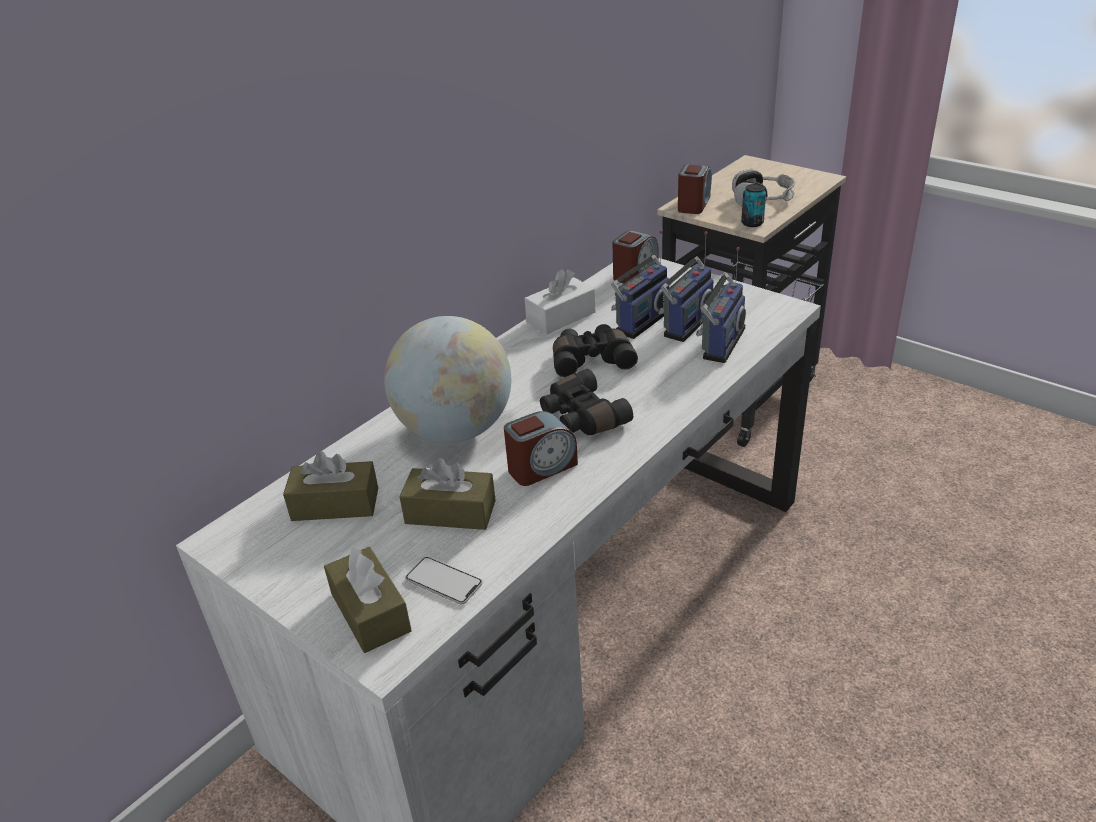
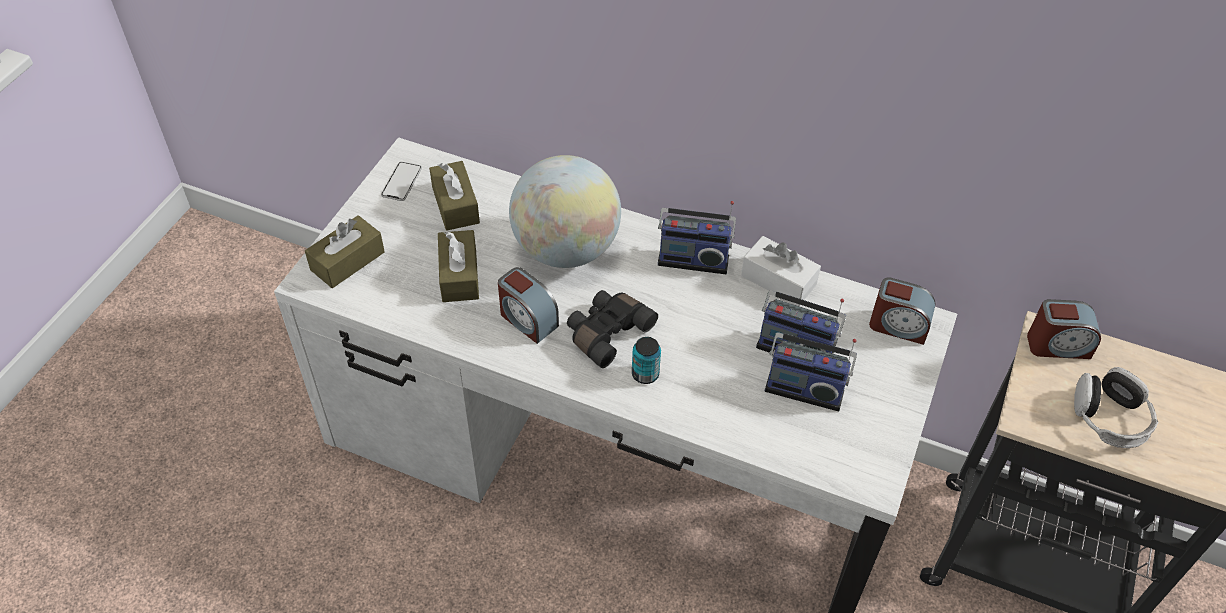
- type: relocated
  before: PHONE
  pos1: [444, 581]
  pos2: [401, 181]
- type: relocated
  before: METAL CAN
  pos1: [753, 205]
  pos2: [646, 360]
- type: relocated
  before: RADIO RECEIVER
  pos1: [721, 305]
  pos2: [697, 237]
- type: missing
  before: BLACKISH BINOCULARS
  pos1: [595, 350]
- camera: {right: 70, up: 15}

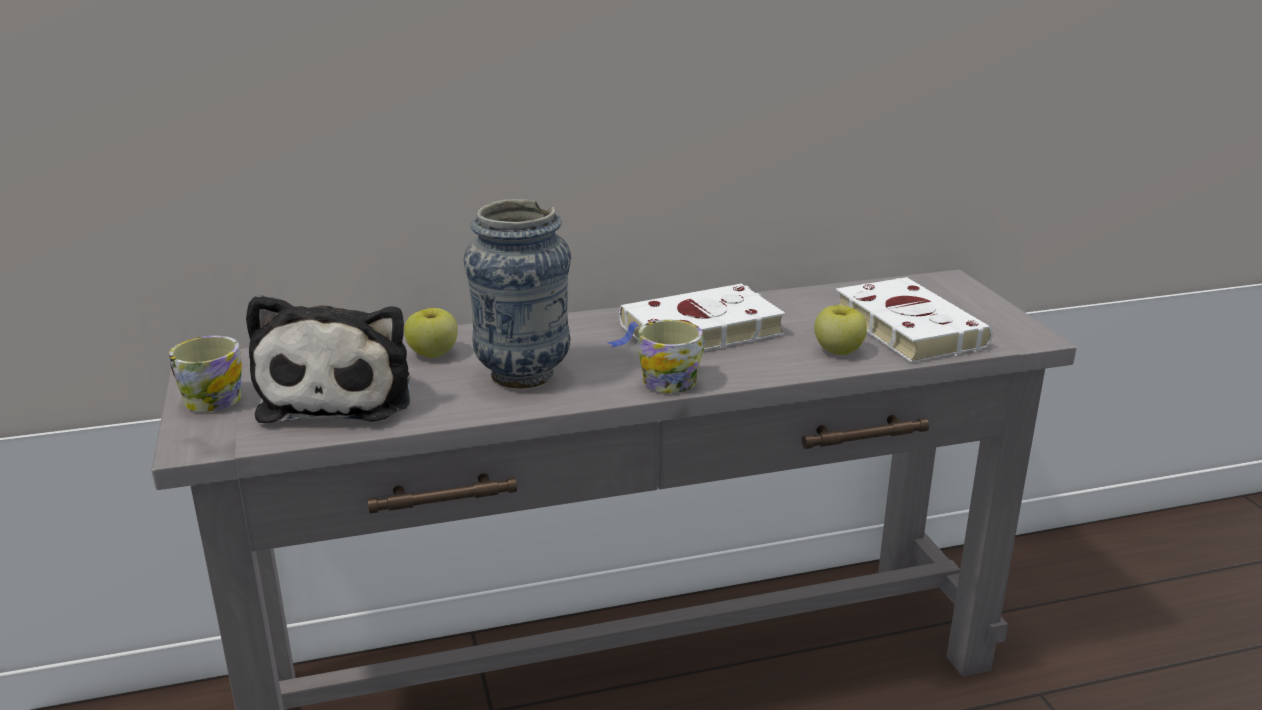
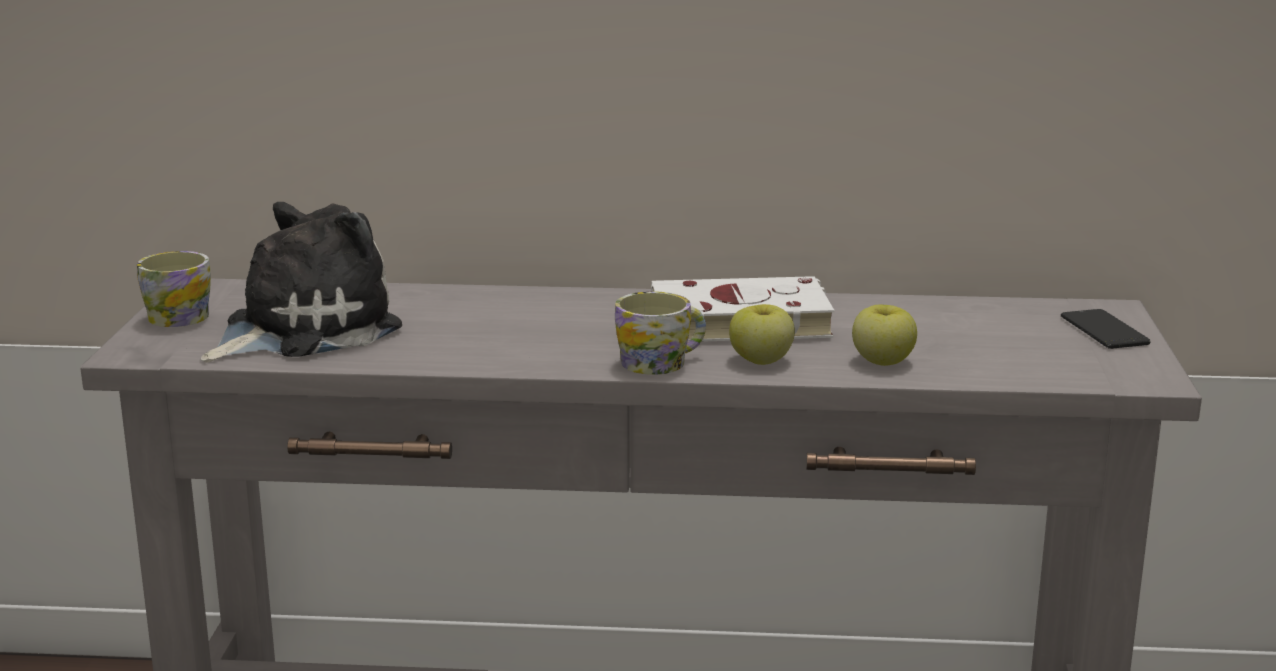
- type: spun
  before: CUDDLY TOY
  pos1: [328, 359]
  pos2: [301, 282]
  turn: -150
- type: relocated
  before: APPLE FRUIT
  pos1: [431, 333]
  pos2: [762, 334]
- type: appeared
  after: PHONE
  pos2: [1106, 329]
- type: missing
  before: VASE
  pos1: [517, 293]
- type: missing
  before: WHITE BOUND BOOK
  pos1: [914, 319]
- camera: {right: 20, up: -5}

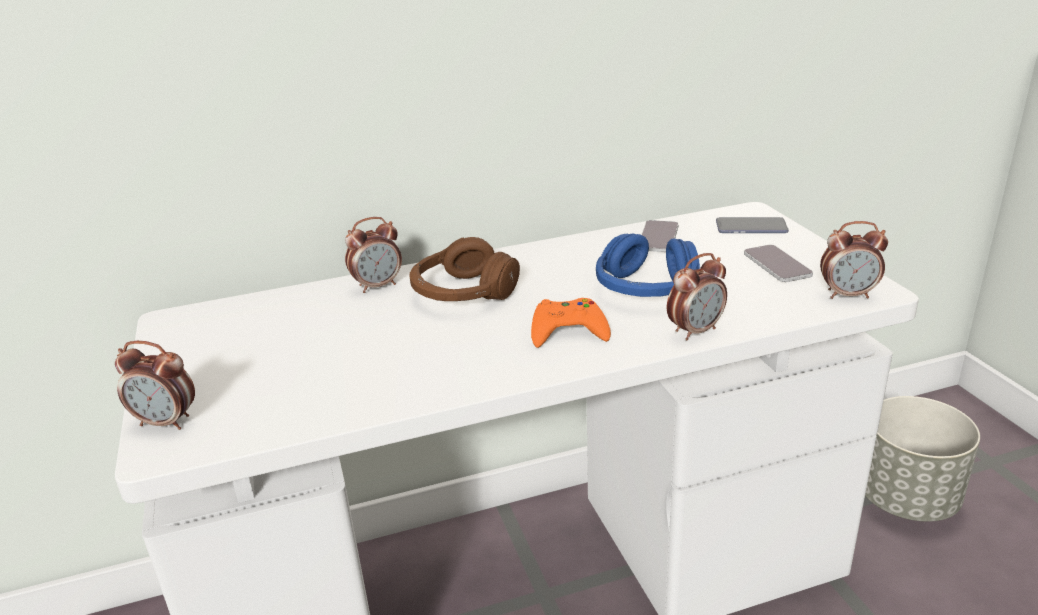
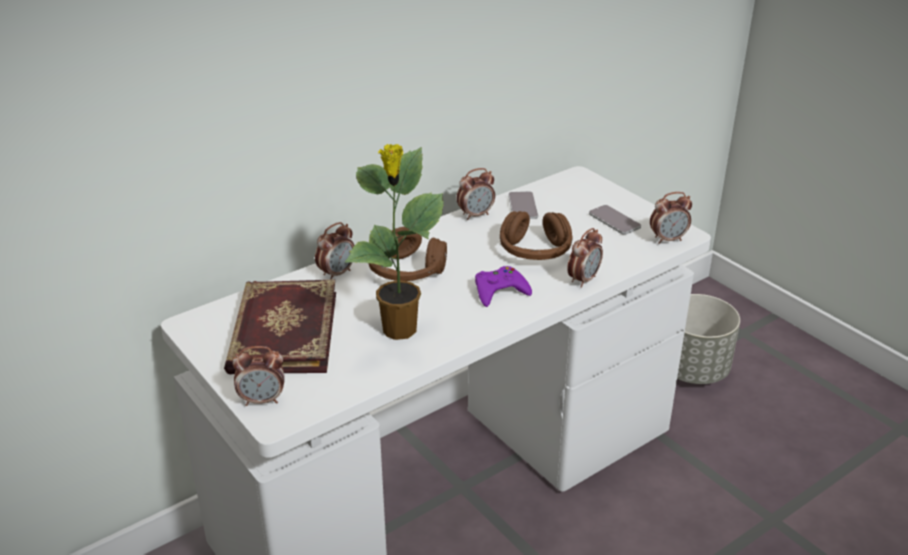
- type: appeared
  after: BOUND BOOK
  pos2: [280, 327]
- type: appeared
  after: POTTED PLANT
  pos2: [394, 242]
- type: appeared
  after: TABLE CLOCK
  pos2: [475, 194]
- type: colour
  before: ORANGE GAME CONTROLLER
  after: PURPLE GAME CONTROLLER
  pos1: [571, 323]
  pos2: [503, 286]
- type: colour
  before: BLUISH HEADSET
  after: BROWN HEADSET
  pos1: [648, 265]
  pos2: [536, 235]
- type: missing
  before: PHONE
  pos1: [752, 225]
- camera: {right: -20, up: 5}

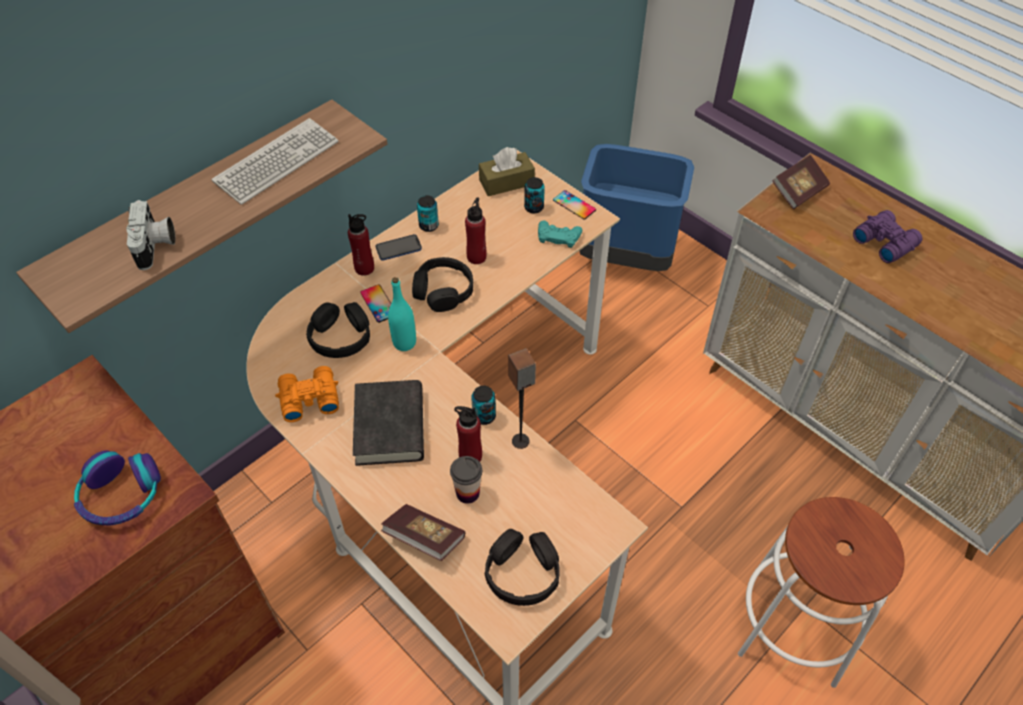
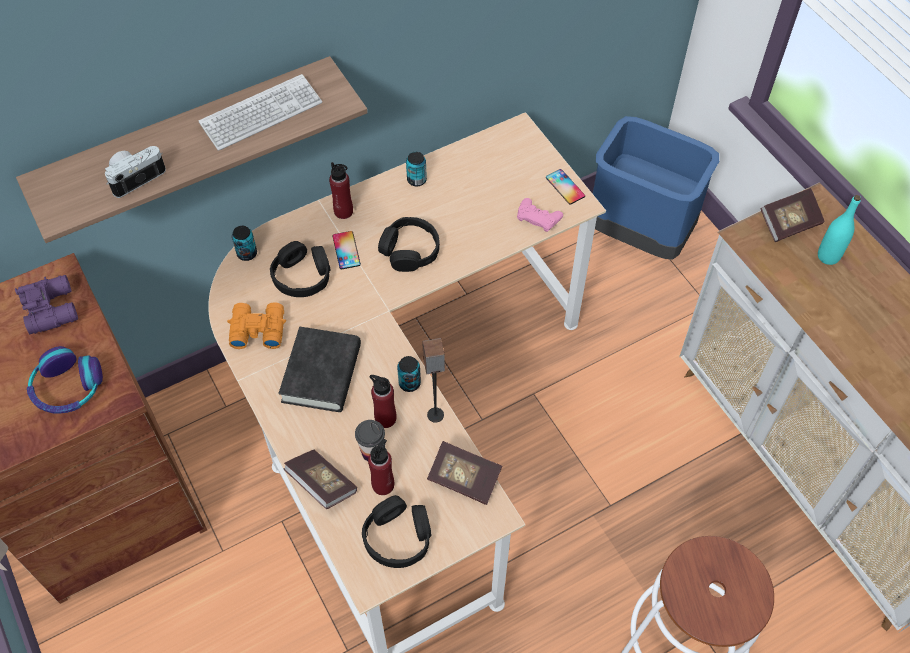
- type: relocated
  before: PURPLE BINOCULARS
  pos1: [888, 236]
  pos2: [46, 304]
- type: spun
  before: STILL CAMERA
  pos1: [150, 235]
  pos2: [135, 172]
  turn: -135
- type: relocated
  before: METAL CAN
  pos1: [534, 195]
  pos2: [244, 243]
- type: relocated
  before: REDDISH DRINK BOTTLE
  pos1: [476, 230]
  pos2: [381, 467]
- type: appeared
  after: BOUND BOOK
  pos2: [464, 473]
- type: colour
  before: BLUE-GREEN GAME CONTROLLER
  after: PINK GAME CONTROLLER
  pos1: [560, 234]
  pos2: [540, 215]
- type: relocated
  before: BLUE-GREEN DRINK BOTTLE
  pos1: [402, 314]
  pos2: [839, 230]
- type: missing
  before: PHONE
  pos1: [398, 247]
- type: missing
  before: BROWN TISSUE HOLDER
  pos1: [507, 171]
- camera: {right: 15, up: 5}

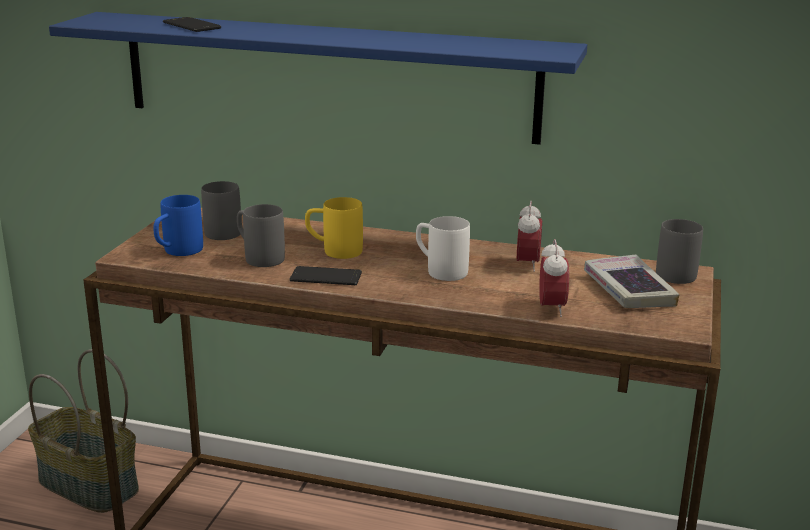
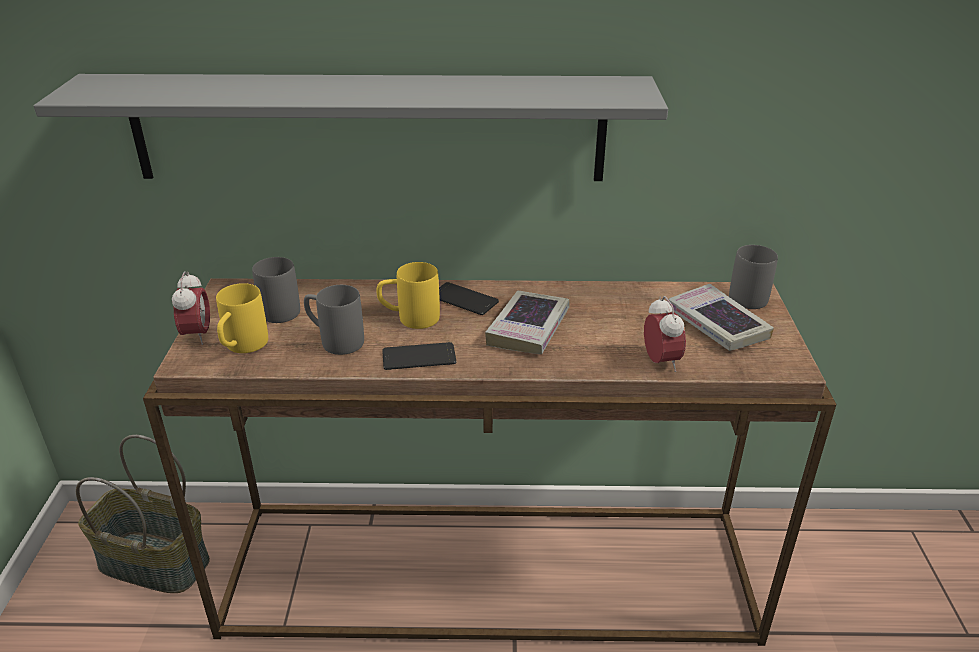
- type: colour
  before: BLUISH WALL SHELF
  after: GREY WALL SHELF
  pos1: [318, 78]
  pos2: [351, 127]
- type: relocated
  before: TABLE CLOCK
  pos1: [529, 236]
  pos2: [191, 308]
- type: colour
  before: BLUISH TEA MUG
  after: YELLOWISH TEA MUG
  pos1: [178, 225]
  pos2: [242, 318]
- type: relocated
  before: PHONE
  pos1: [192, 24]
  pos2: [469, 298]
- type: exchanged
  before: WHITE TEA MUG
  after: BOUND BOOK
  pos1: [443, 248]
  pos2: [527, 322]
- camera: {right: -15, up: 10}

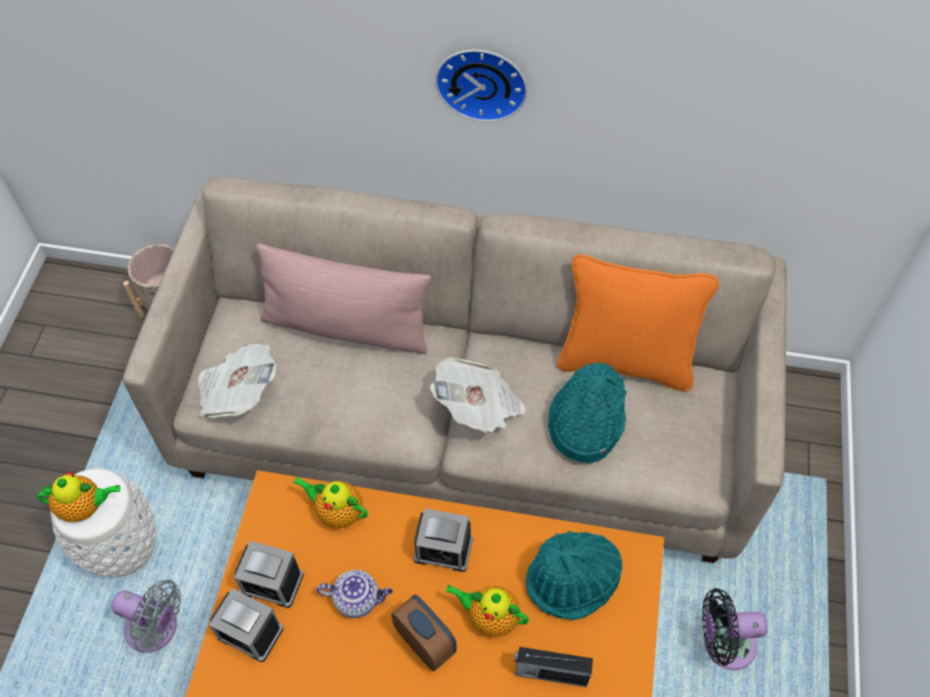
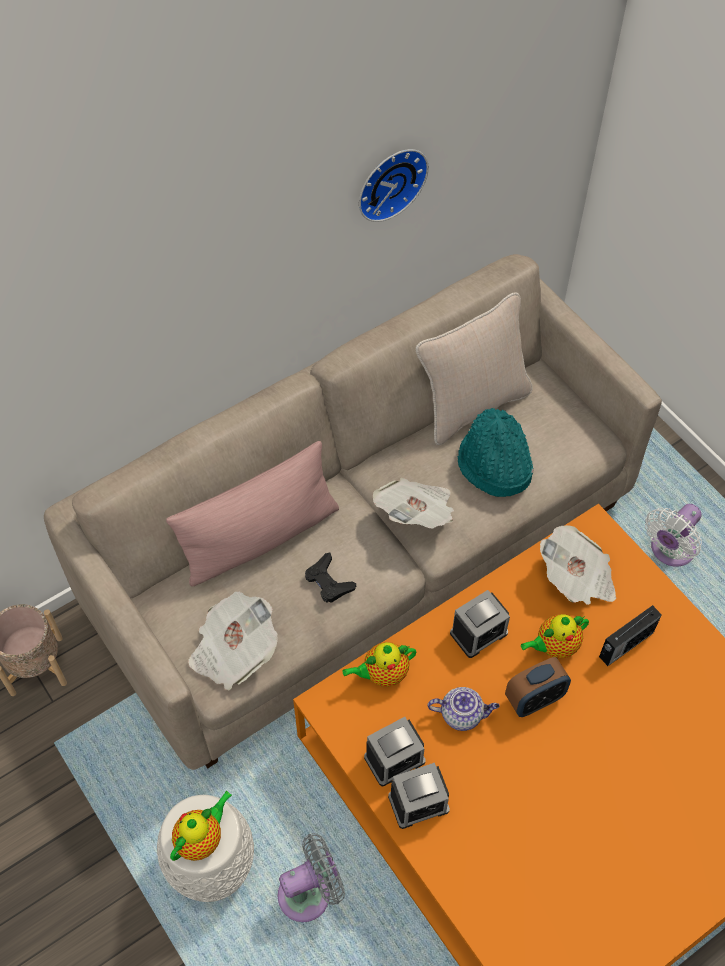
- type: appeared
  after: BLACKISH GAME CONTROLLER
  pos2: [330, 577]
- type: relocated
  before: CLOCK ON THE WALL
  pos1: [481, 86]
  pos2: [394, 185]
- type: colour
  before: ORANGE PILLOW
  after: SAND-COLOURED PILLOW
  pos1: [638, 322]
  pos2: [474, 368]
- type: spun
  before: TEA POT
  pos1: [354, 594]
  pos2: [463, 709]
  turn: 45
- type: spun
  before: TABLE CLOCK
  pos1: [424, 633]
  pos2: [538, 687]
  turn: 150
- type: exchanged
  before: BLUE-GREEN CLOTHING HAT
  after: PRINTED PAPER
  pos1: [573, 575]
  pos2: [578, 565]
- type: colour
  before: BLACKISH ELECTRIC FAN
  after: WHITE ELECTRIC FAN
  pos1: [735, 629]
  pos2: [673, 535]
- camera: {right: -45, up: 0}

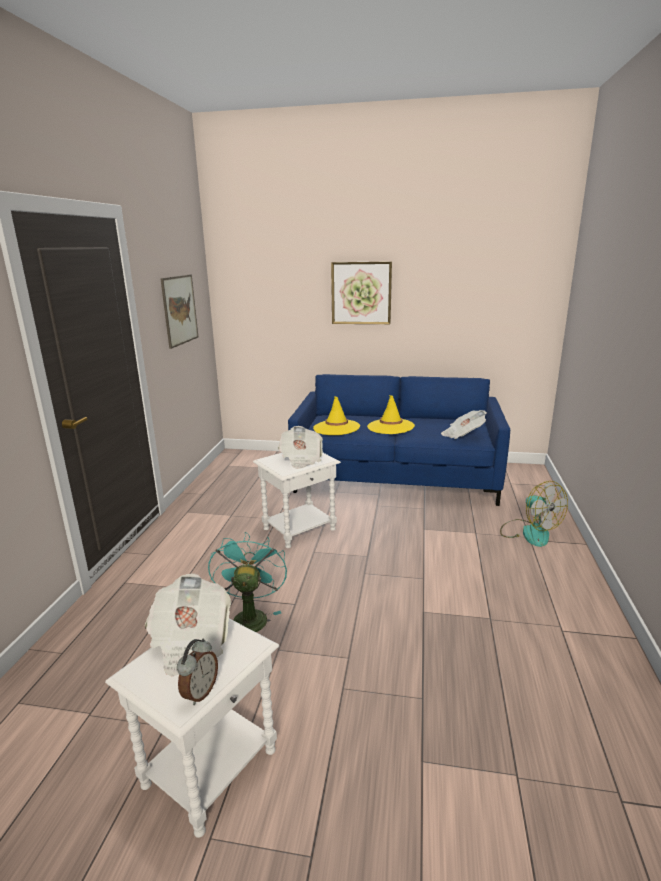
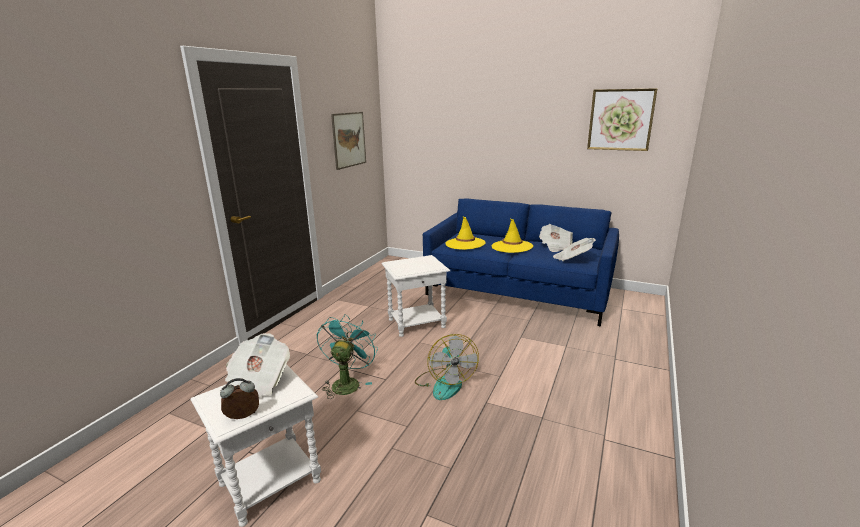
- type: spun
  before: TABLE CLOCK
  pos1: [197, 671]
  pos2: [239, 398]
  turn: -150
- type: relocated
  before: ELECTRIC FAN
  pos1: [534, 514]
  pos2: [447, 367]
- type: relocated
  before: PRINTED PAPER
  pos1: [300, 447]
  pos2: [556, 238]
- type: relocated
  before: WALL ART
  pos1: [361, 292]
  pos2: [622, 119]
- camera: {right: 15, up: 0}

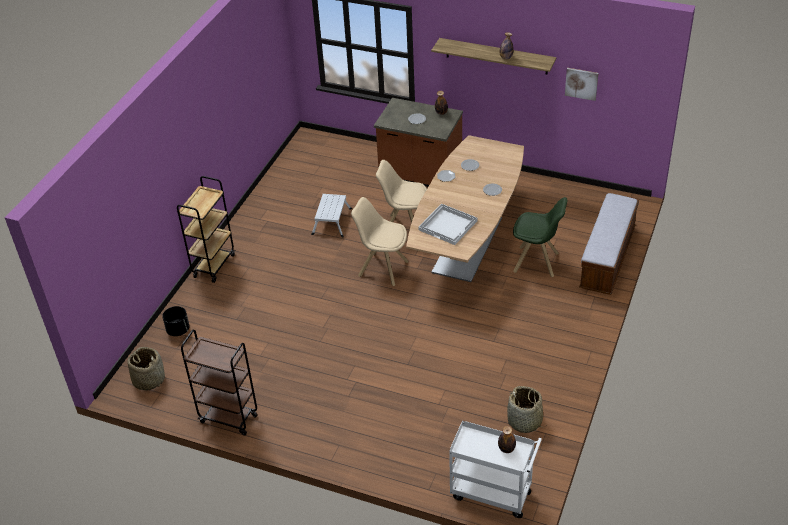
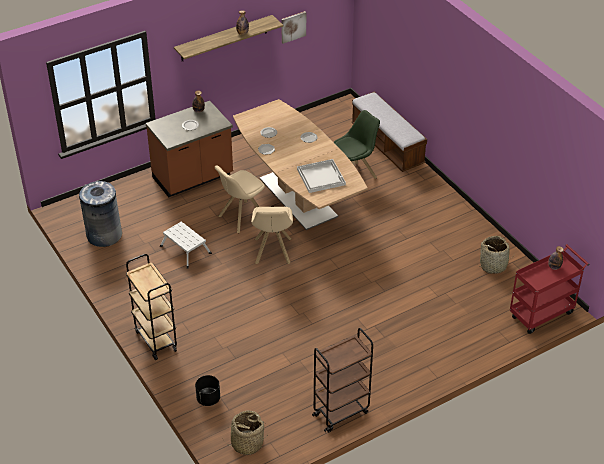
- type: appeared
  after: GREY RUBBISH BIN
  pos2: [100, 214]
- type: spun
  before: SAND-COLOURED CHAIR
  pos1: [380, 241]
  pos2: [272, 235]
  turn: -60
- type: colour
  before: WHITE WHEELED CART
  after: REDDISH WHEELED CART
  pos1: [495, 469]
  pos2: [549, 289]
- camera: {right: -55, up: 0}

